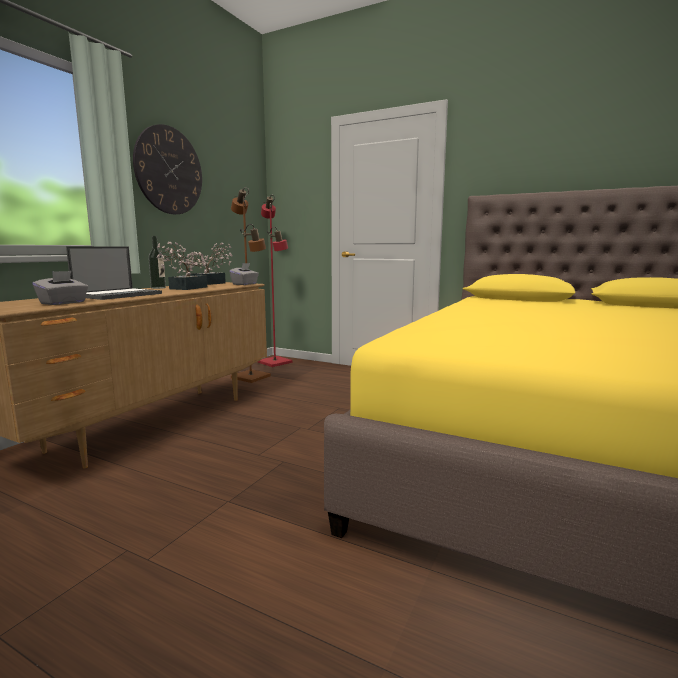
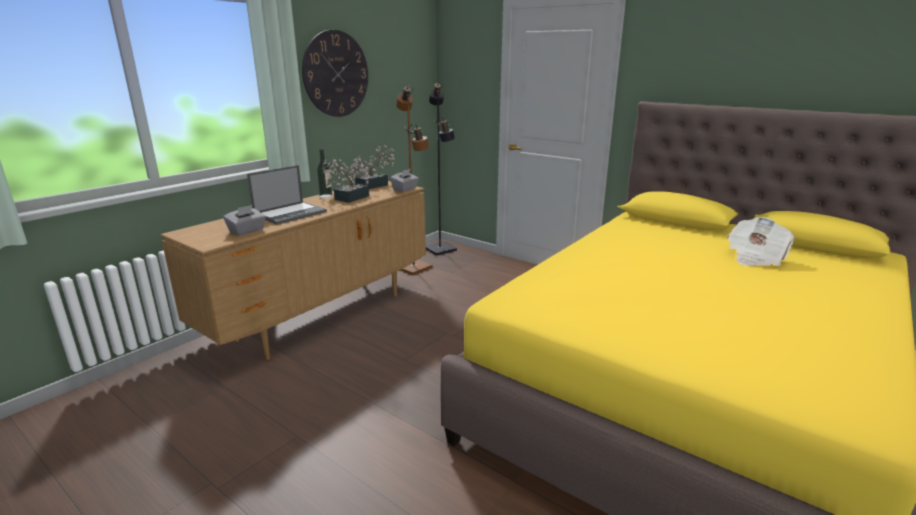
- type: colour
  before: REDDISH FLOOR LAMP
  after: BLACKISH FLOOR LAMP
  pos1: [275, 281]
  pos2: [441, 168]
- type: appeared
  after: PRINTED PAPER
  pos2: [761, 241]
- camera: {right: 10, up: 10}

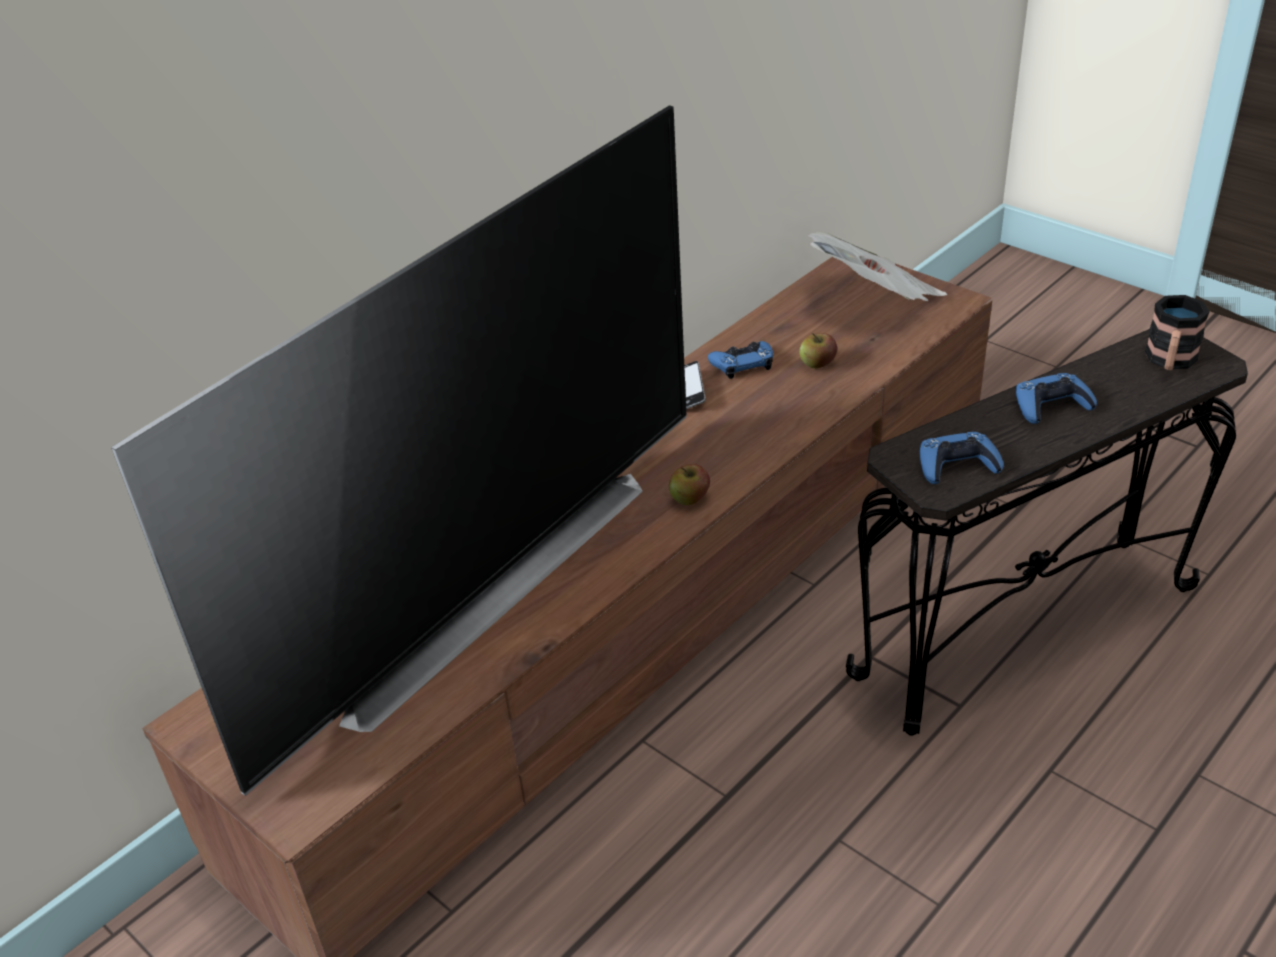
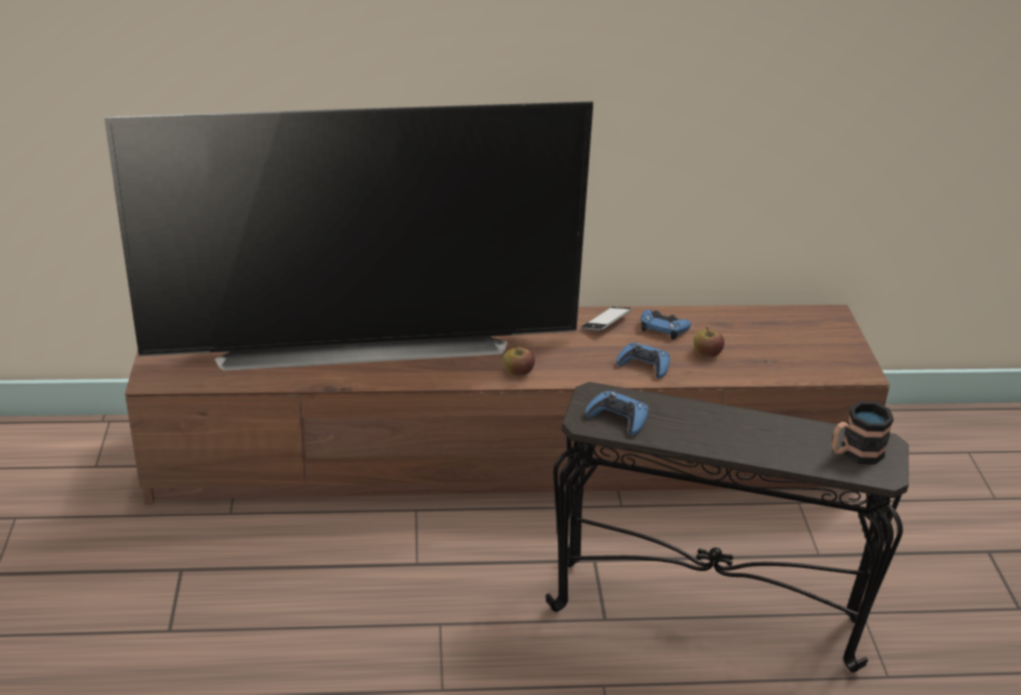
- type: relocated
  before: BLUISH GAME CONTROLLER
  pos1: [1056, 398]
  pos2: [643, 360]
- type: missing
  before: PRINTED PAPER
  pos1: [877, 266]
- camera: {right: 40, up: -5}

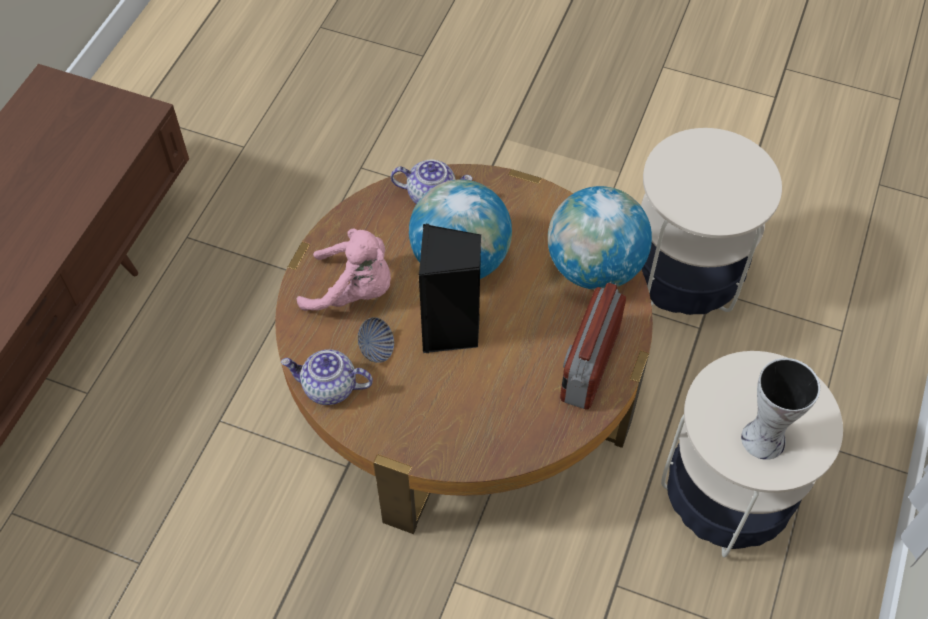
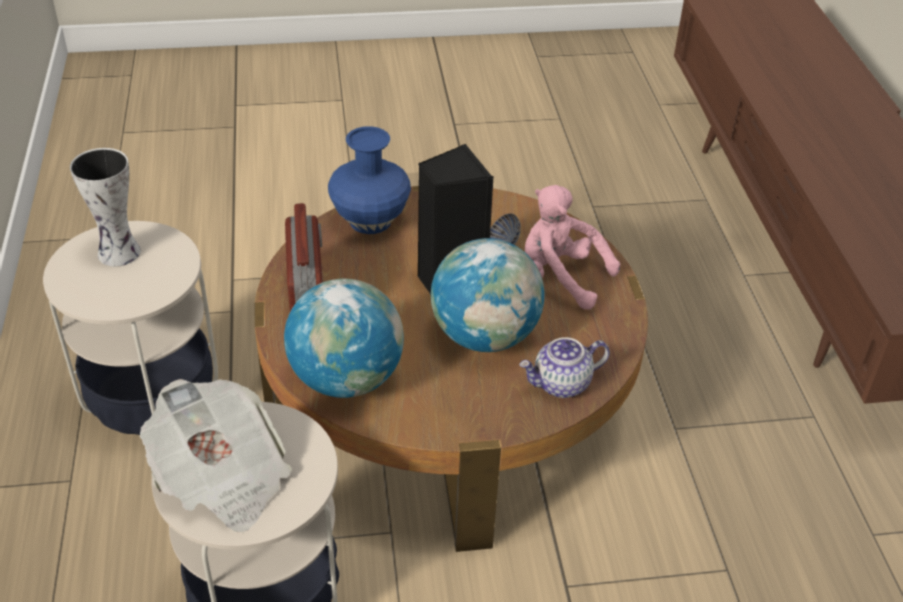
- type: appeared
  after: PRINTED PAPER
  pos2: [216, 455]
- type: appeared
  after: BLUISH VASE
  pos2: [369, 180]
- type: spun
  before: PINK CUDDLY TOY
  pos1: [344, 269]
  pos2: [573, 247]
  turn: 45
- type: missing
  before: TEA POT
  pos1: [327, 377]
- camera: {right: 150, up: -15}

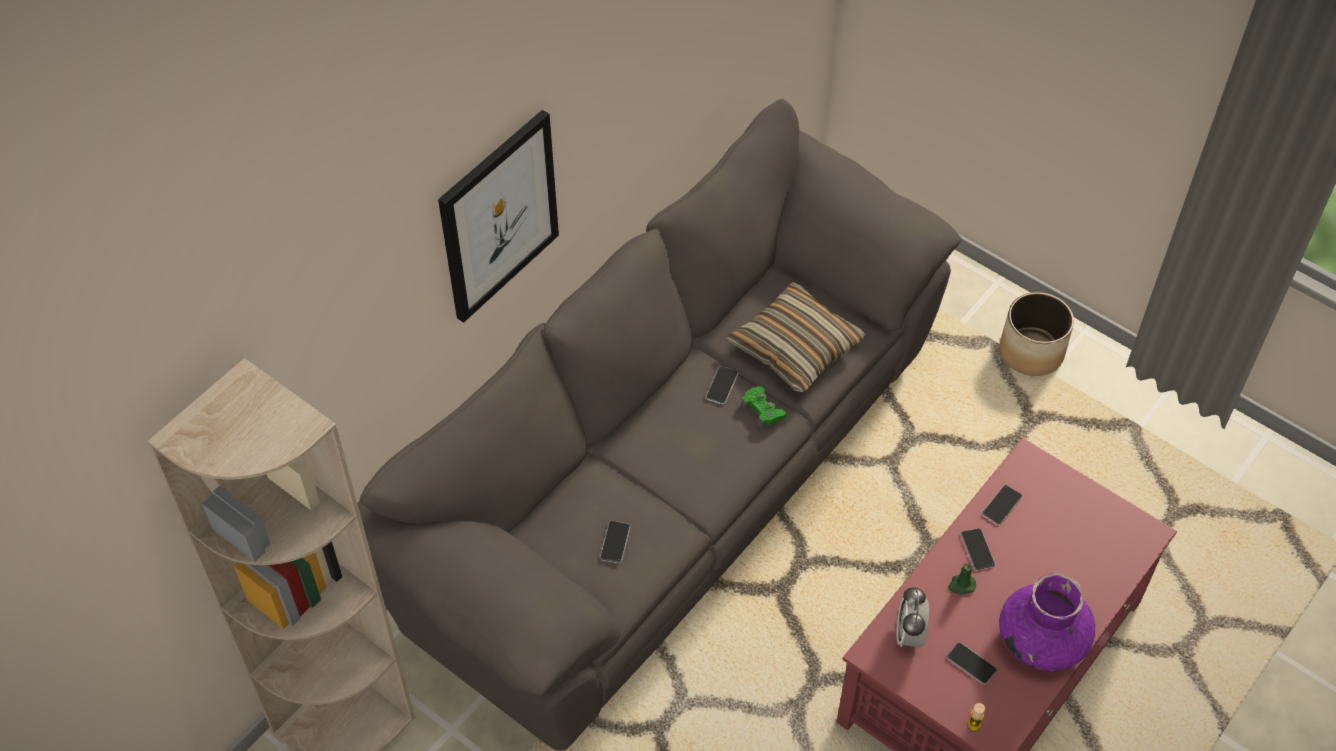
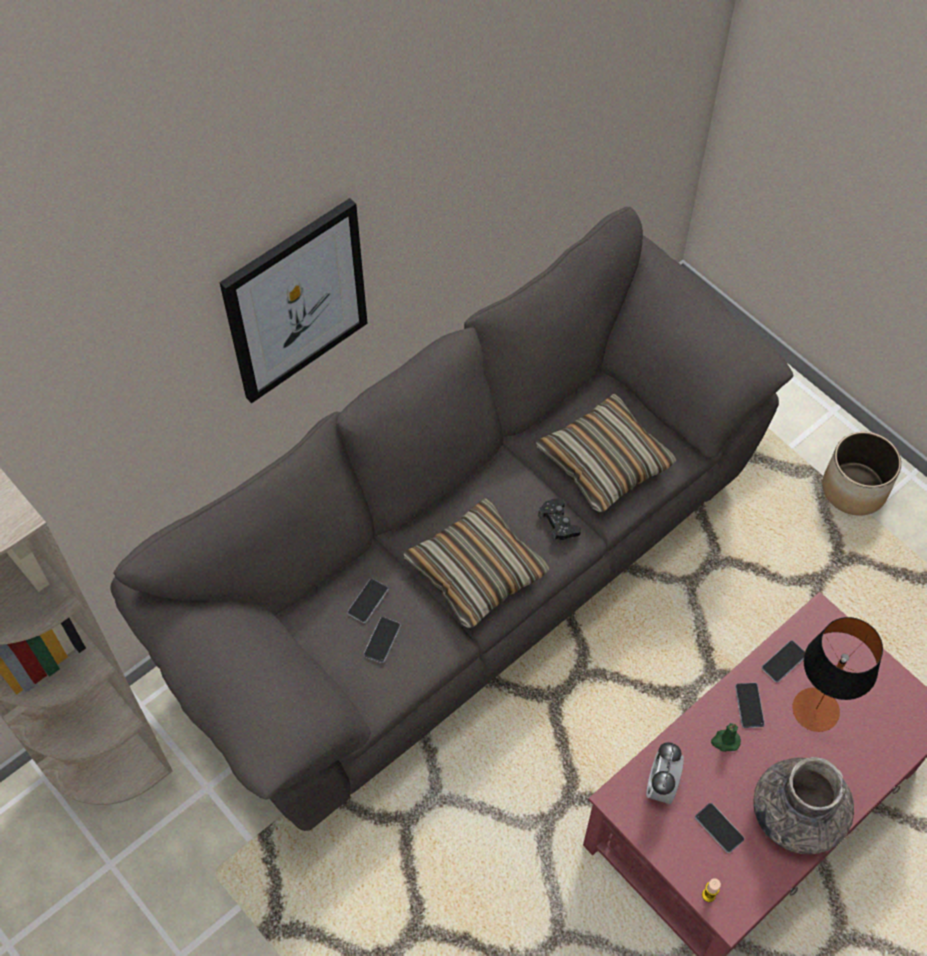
- type: relocated
  before: PHONE
  pos1: [722, 385]
  pos2: [368, 601]
- type: appeared
  after: PILLOW
  pos2: [477, 563]
- type: colour
  before: GREEN-COLOURED GAME CONTROLLER
  after: BLACKISH GAME CONTROLLER
  pos1: [764, 407]
  pos2: [559, 520]
- type: colour
  before: PURPLE VASE
  after: GREY VASE
  pos1: [1047, 622]
  pos2: [803, 805]
- type: appeared
  after: LAMP FOR A TABLE
  pos2: [837, 674]
- camera: {right: 10, up: 5}

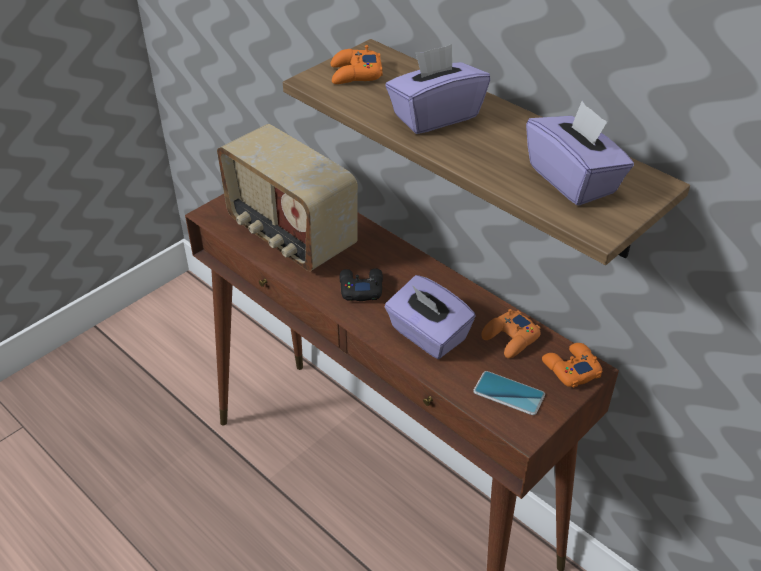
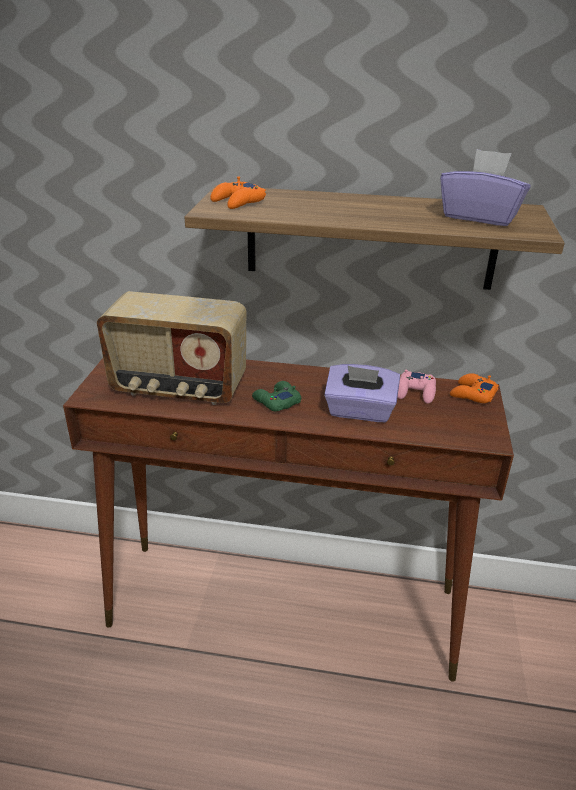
- type: colour
  before: BLACKISH GAME CONTROLLER
  after: GREEN-COLOURED GAME CONTROLLER
  pos1: [361, 284]
  pos2: [276, 396]
- type: colour
  before: ORANGE GAME CONTROLLER
  after: PINK GAME CONTROLLER
  pos1: [511, 333]
  pos2: [416, 386]
- type: missing
  before: PURPLE TISSUE HOLDER
  pos1: [438, 89]
- type: missing
  before: PHONE
  pos1: [509, 393]
- camera: {right: -35, up: -10}

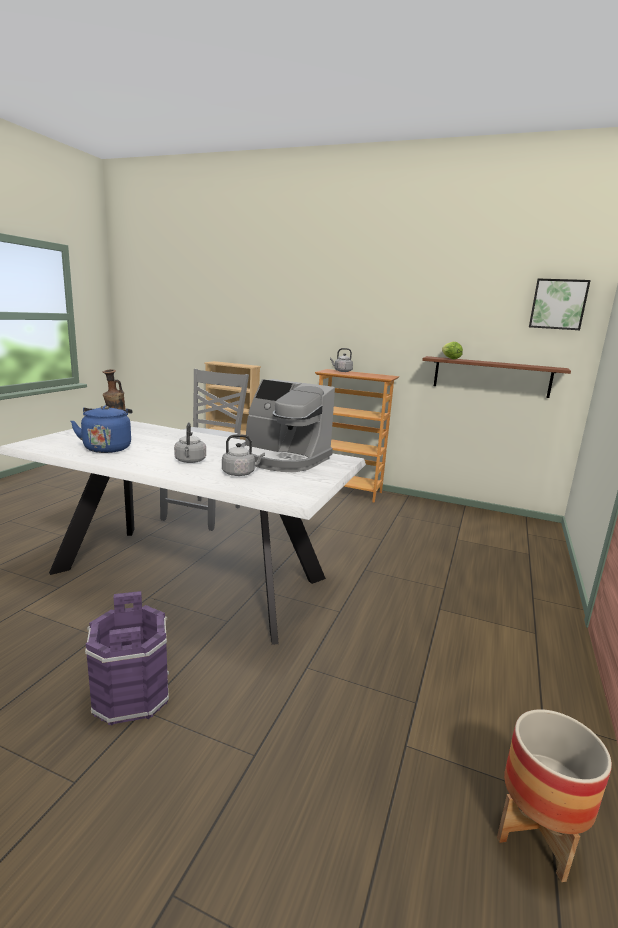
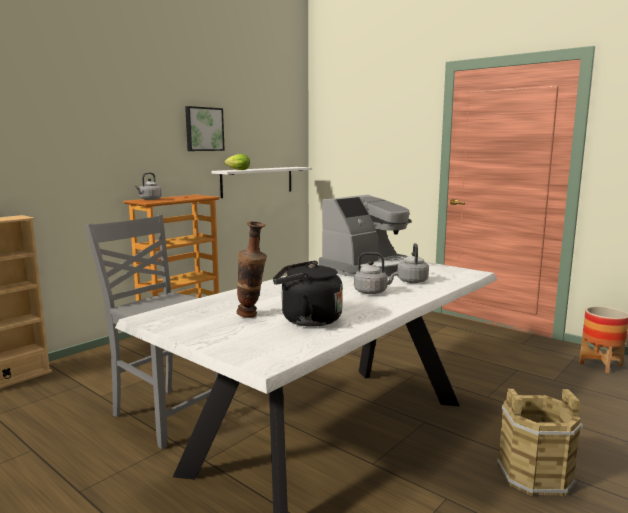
- type: relocated
  before: WALL ART
  pos1: [560, 304]
  pos2: [205, 128]
- type: colour
  before: BROWN WALL SHELF
  after: WHITE WALL SHELF
  pos1: [496, 377]
  pos2: [262, 182]
- type: colour
  before: BLUISH WATER KETTLE
  after: BLACKISH WATER KETTLE
  pos1: [101, 429]
  pos2: [308, 294]
- type: colour
  before: PURPLE WATER BUCKET
  after: BROWN WATER BUCKET
  pos1: [127, 658]
  pos2: [540, 443]
- camera: {right: -70, up: -5}

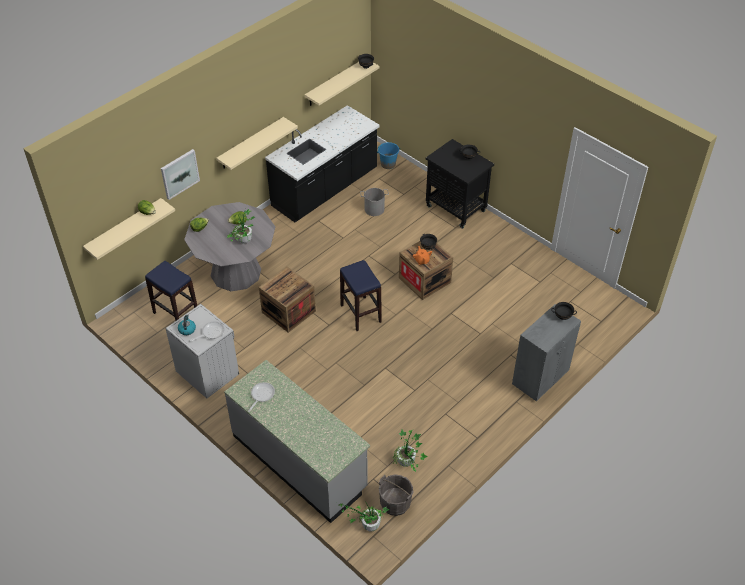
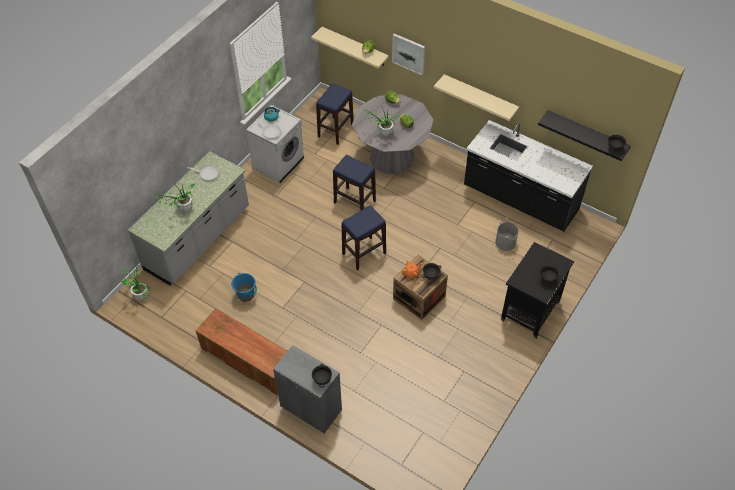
- type: relocated
  before: POTTED PLANT
  pos1: [410, 450]
  pos2: [174, 197]
- type: appeared
  after: BROWN INDOOR BENCH
  pos2: [241, 351]
- type: relocated
  before: BLUISH WATER BUCKET
  pos1: [388, 155]
  pos2: [244, 287]
- type: exchanged
  before: PACKING CRATE
  after: SITTING STOOL
  pos1: [287, 299]
  pos2: [354, 182]
- type: colour
  before: SAND-COLOURED WALL SHELF
  after: BLACKISH WALL SHELF
  pos1: [342, 84]
  pos2: [584, 135]
- type: missing
  before: GREY WATER BUCKET
  pos1: [396, 495]
- camera: {right: 80, up: 5}

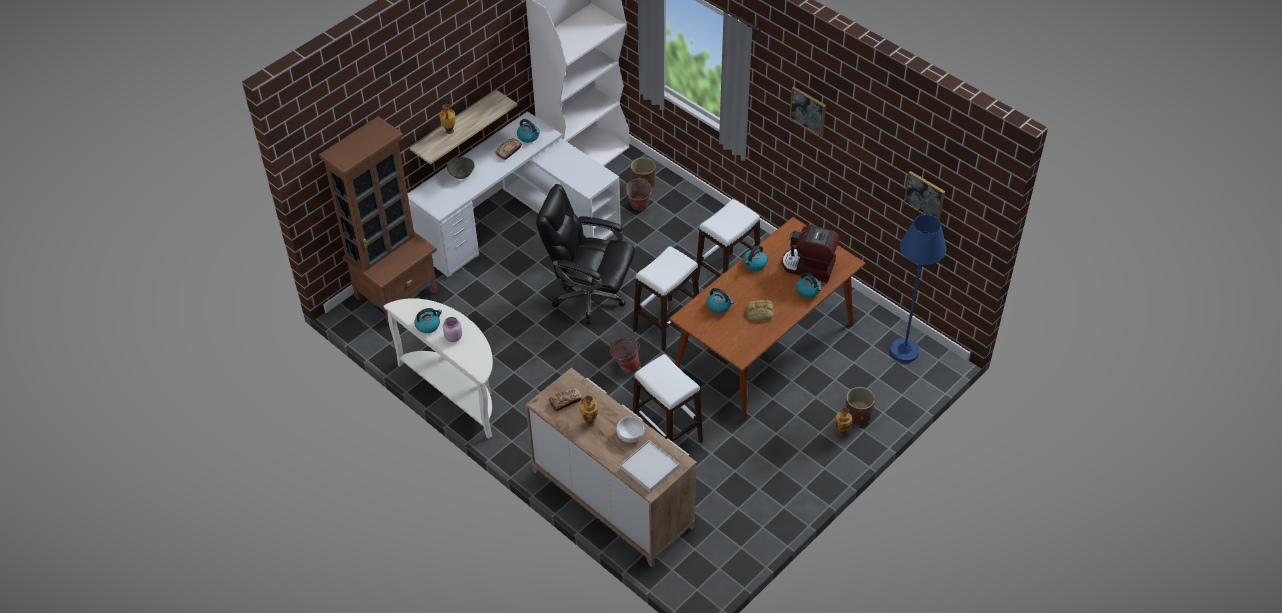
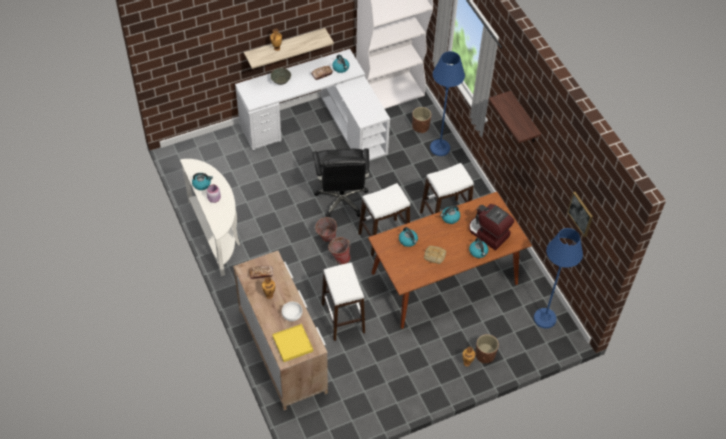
- type: colour
  before: WHITE SERVING TRAY
  after: YELLOWISH SERVING TRAY
  pos1: [649, 466]
  pos2: [292, 343]
- type: spun
  before: BLACKISH OFFICE CHAIR
  pos1: [585, 254]
  pos2: [341, 182]
  turn: -135
- type: relocated
  before: WATER BUCKET
  pos1: [638, 194]
  pos2: [326, 229]
- type: appeared
  after: BLUISH FLOOR LAMP
  pos2: [447, 103]
- type: exchanged
  before: WALL ART
  after: WALL SHELF
  pos1: [807, 111]
  pos2: [515, 117]
- type: missing
  before: BROWN CABINET
  pos1: [378, 220]
- camera: {right: 20, up: 5}

